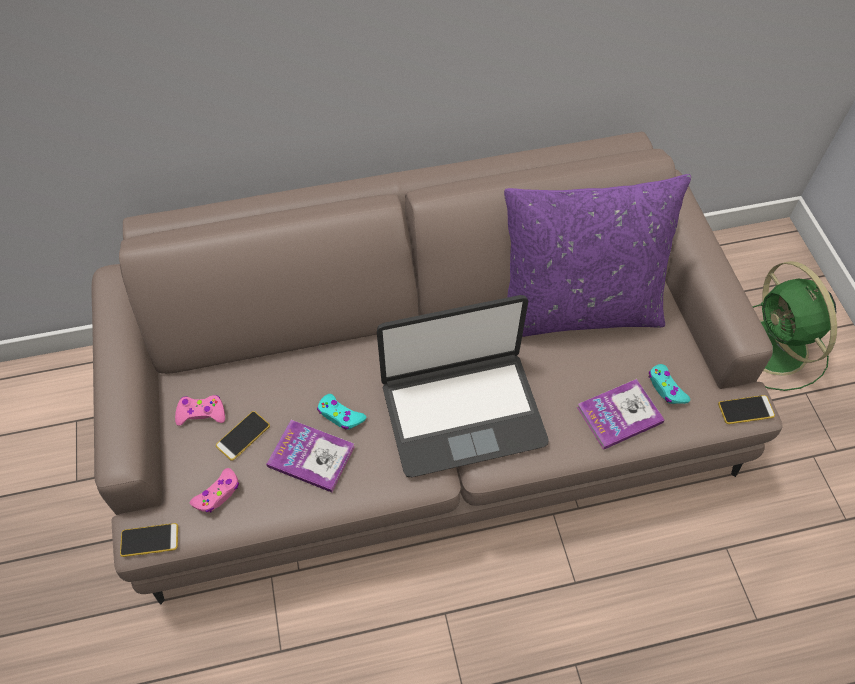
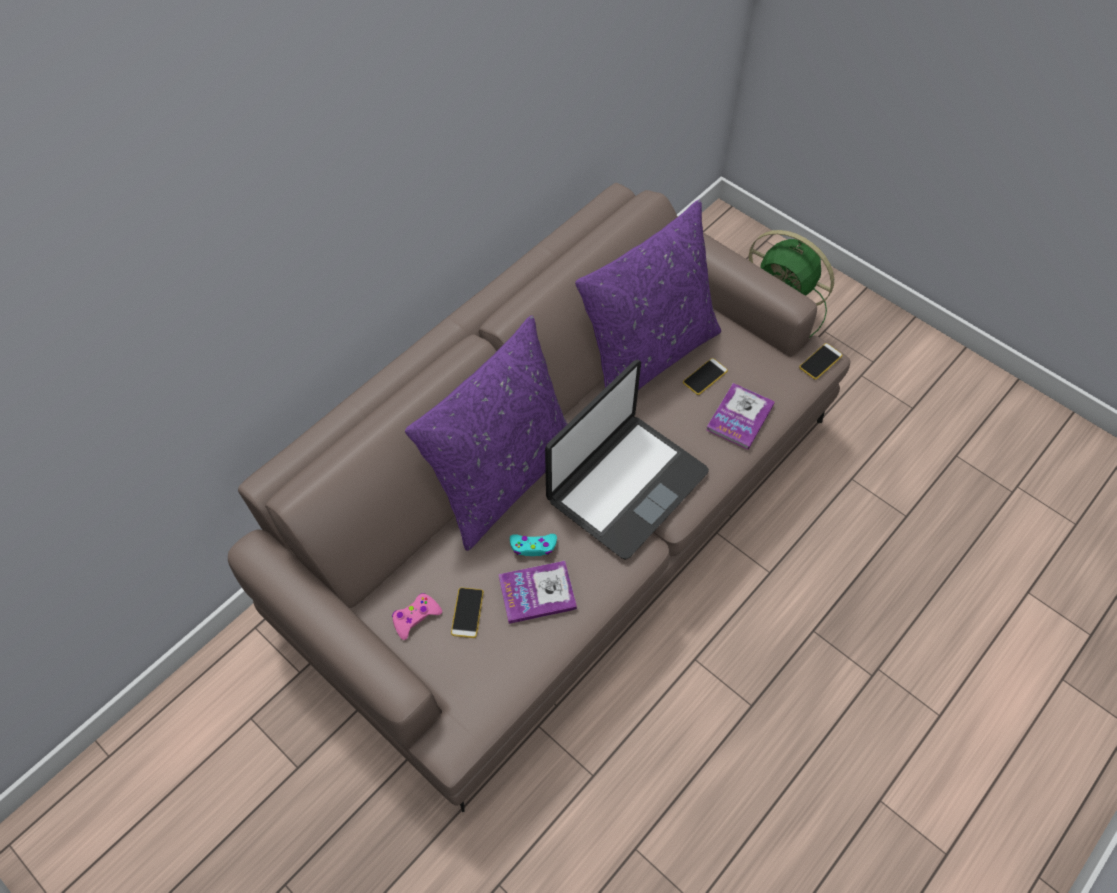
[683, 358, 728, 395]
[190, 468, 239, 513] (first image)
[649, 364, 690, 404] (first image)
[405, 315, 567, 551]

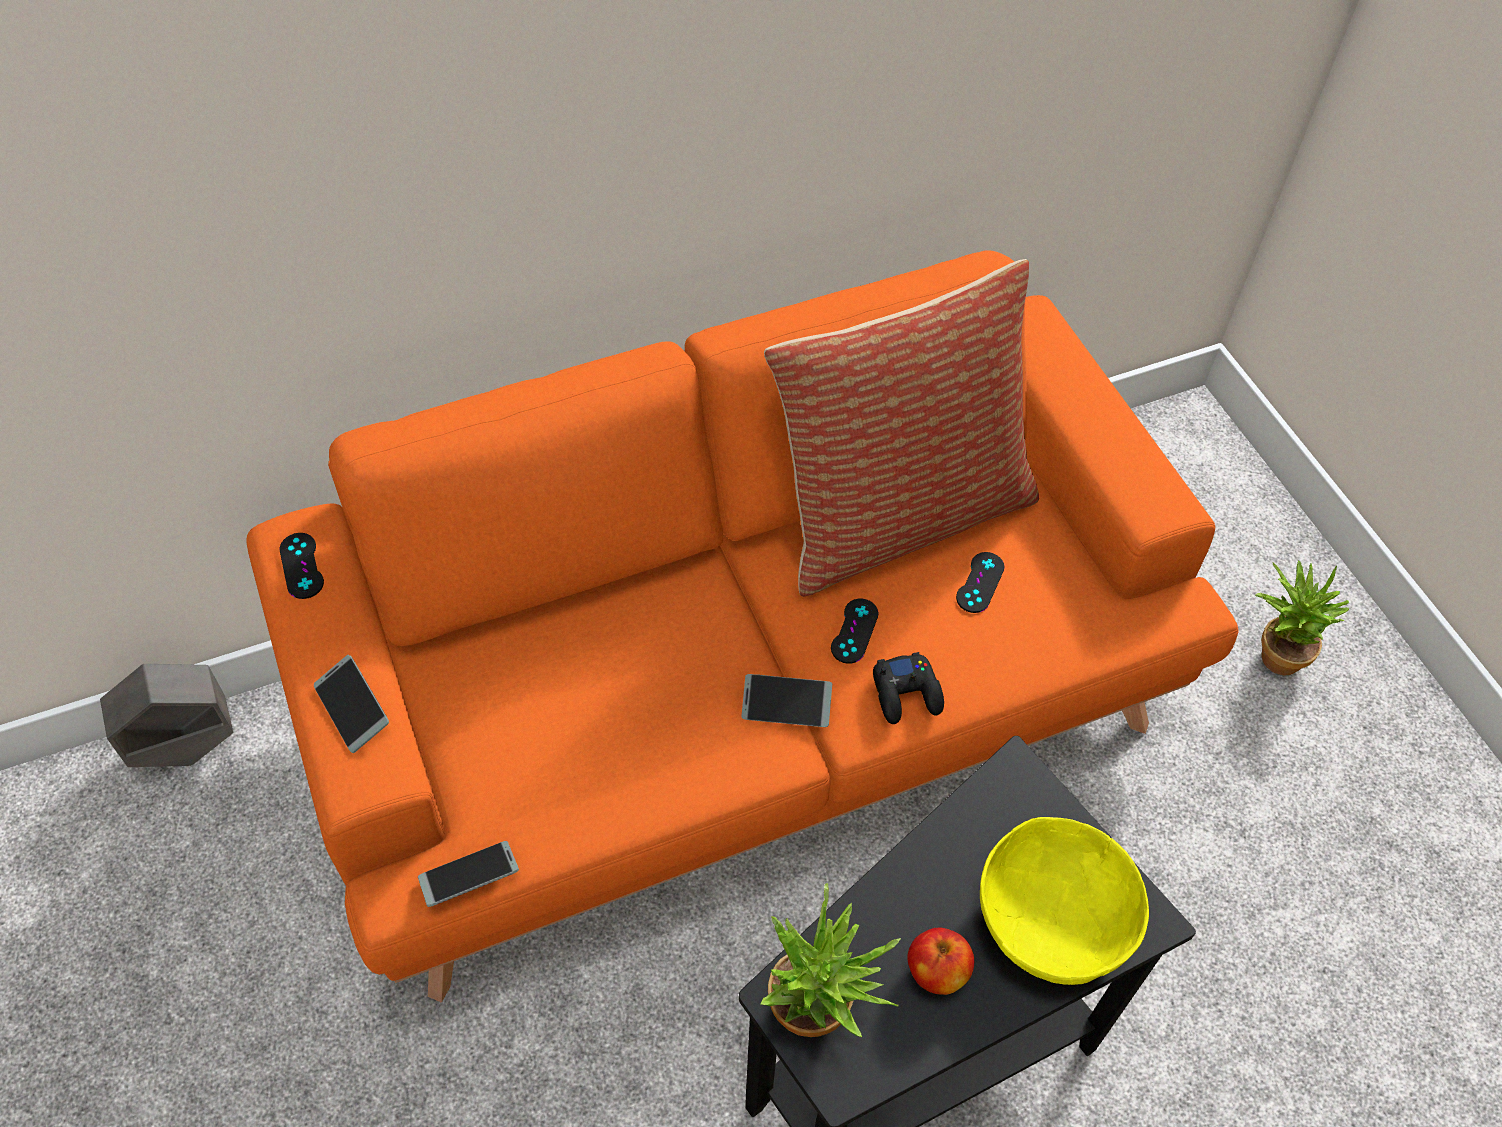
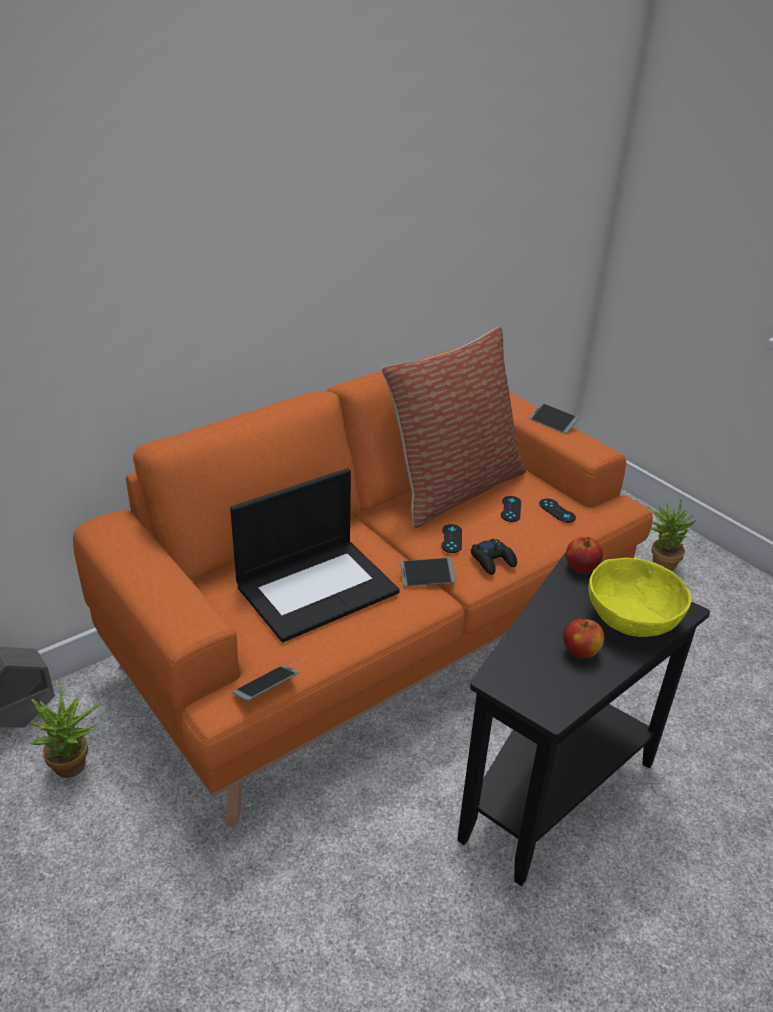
[539, 499, 576, 523]
[529, 403, 579, 434]
[29, 684, 100, 778]
[230, 468, 400, 643]
[566, 537, 603, 574]

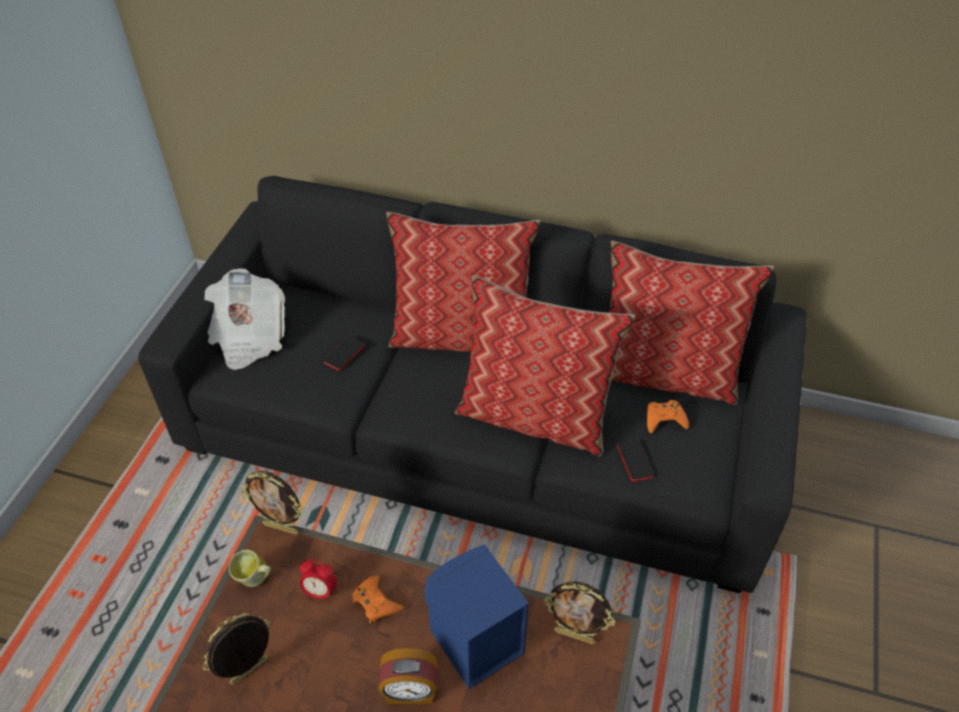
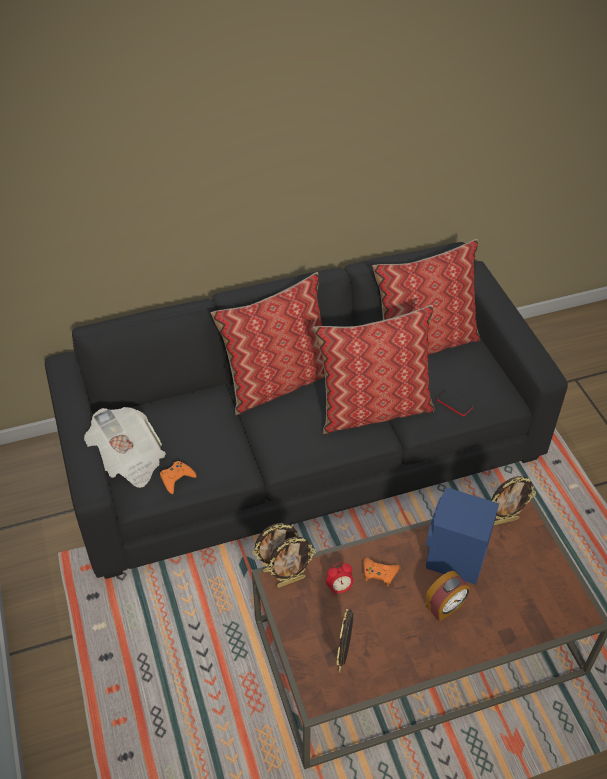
[229, 549, 271, 587] (first image)
[324, 336, 365, 371] (first image)
[160, 461, 197, 494]
[266, 537, 316, 588]

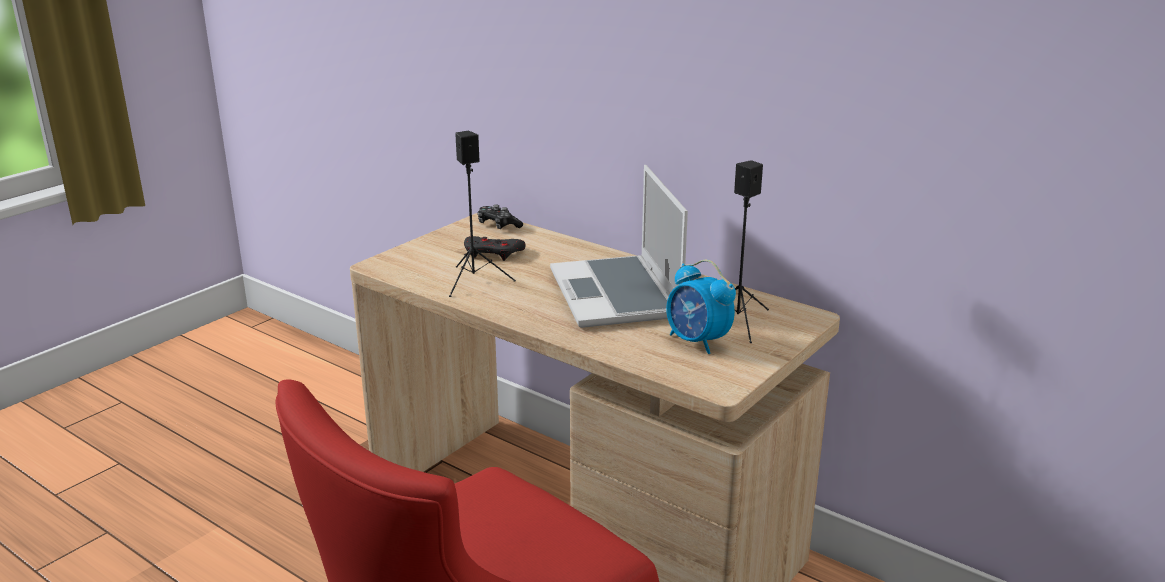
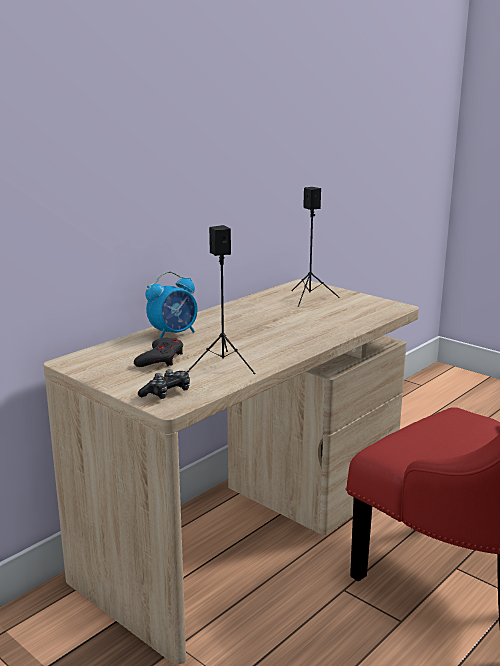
[138, 369, 190, 399]
[550, 165, 688, 328] (first image)
[145, 271, 198, 339]

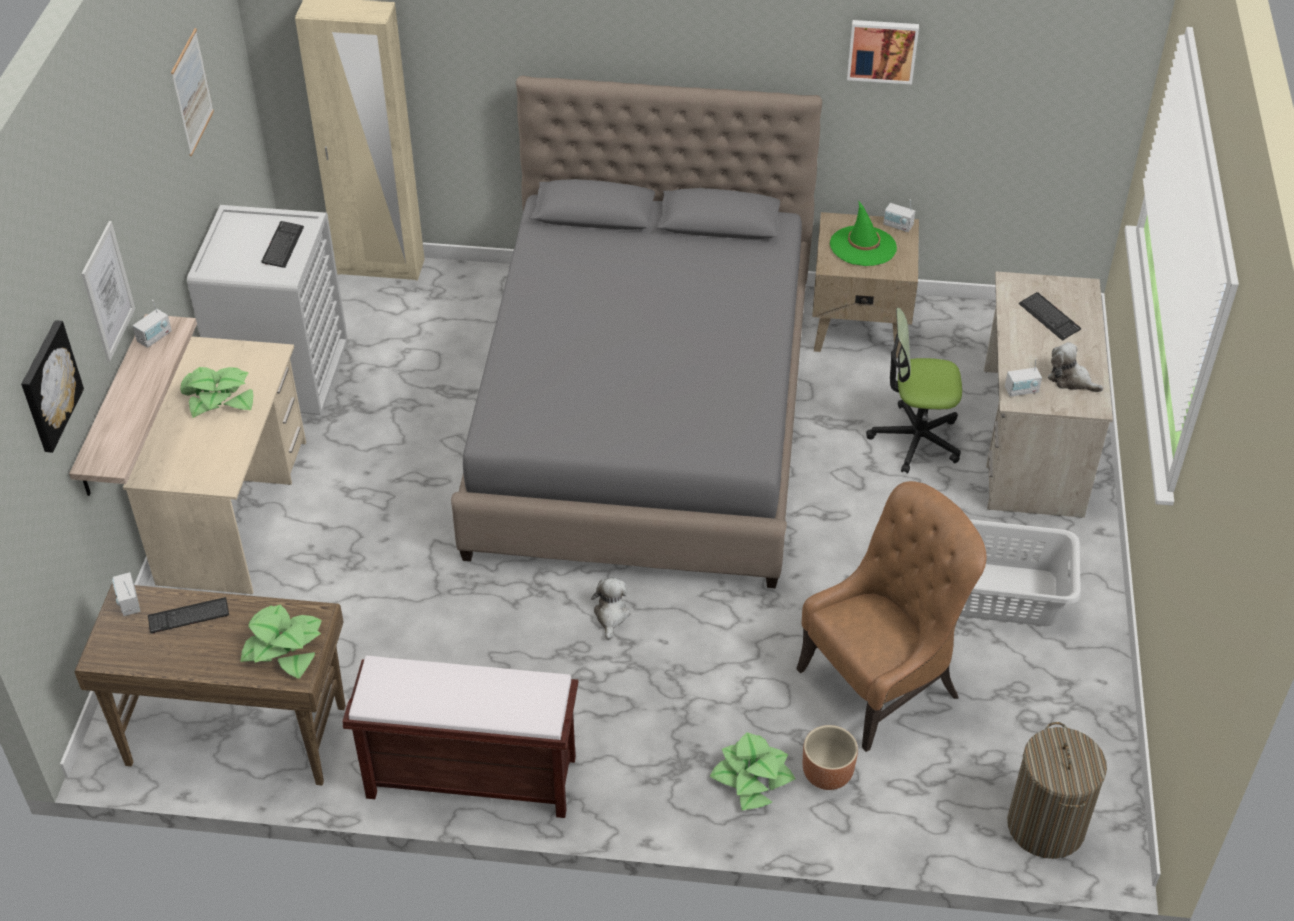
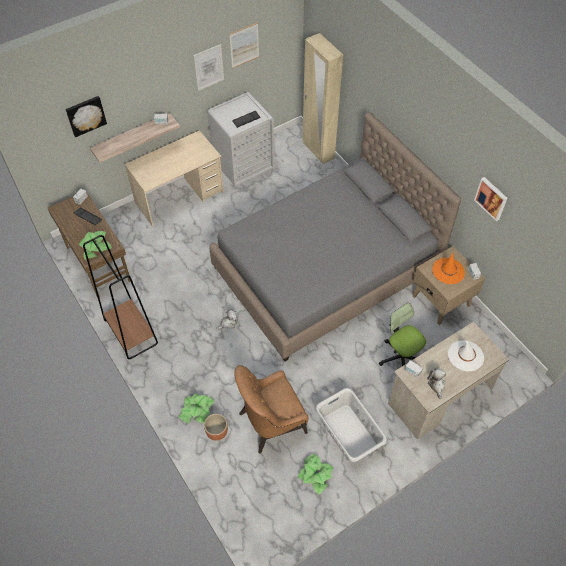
[193, 44, 224, 91]
[297, 454, 334, 494]
[83, 235, 158, 359]
[234, 365, 309, 454]
[432, 253, 465, 284]
[1007, 722, 1107, 859] (first image)
[448, 340, 484, 371]

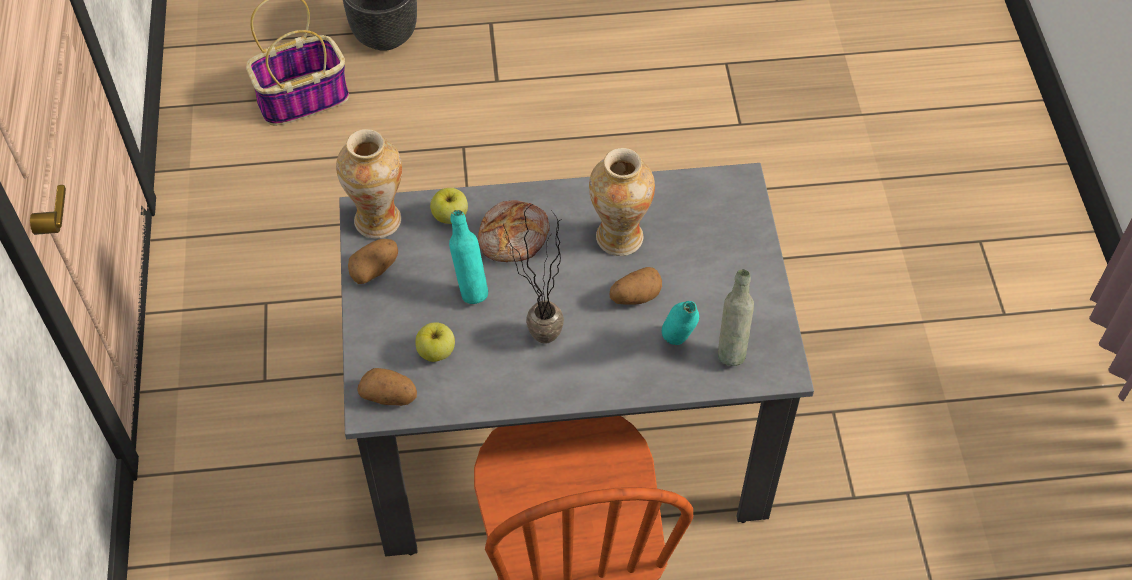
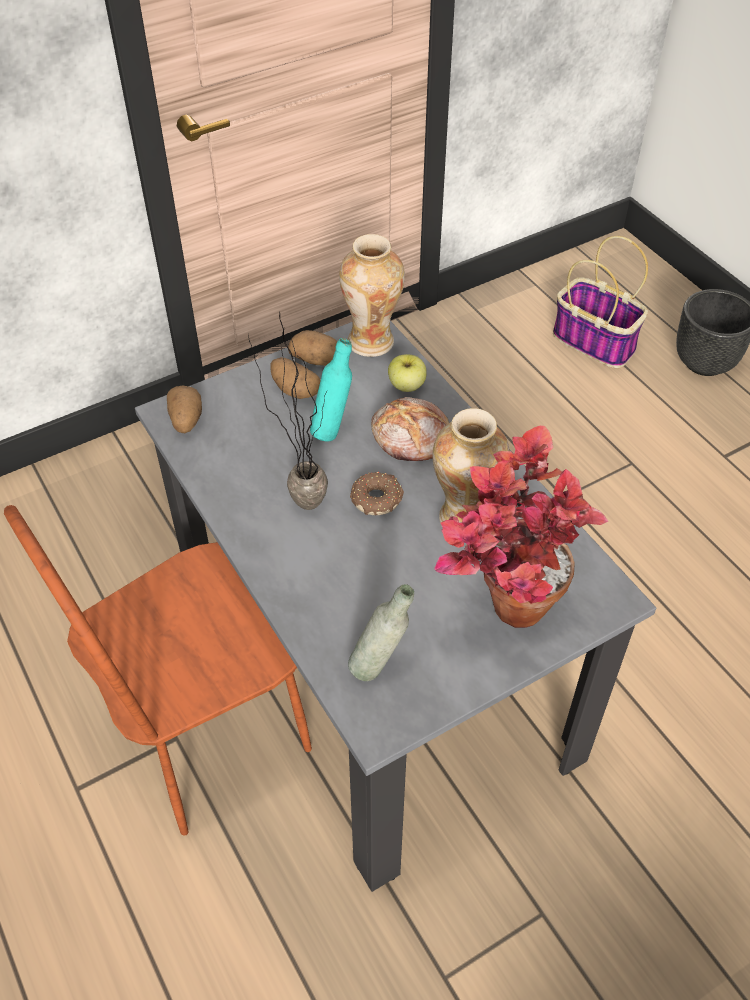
[416, 322, 455, 362] (first image)
[270, 357, 321, 399]
[662, 301, 699, 345] (first image)
[350, 472, 404, 515]
[434, 426, 608, 628]

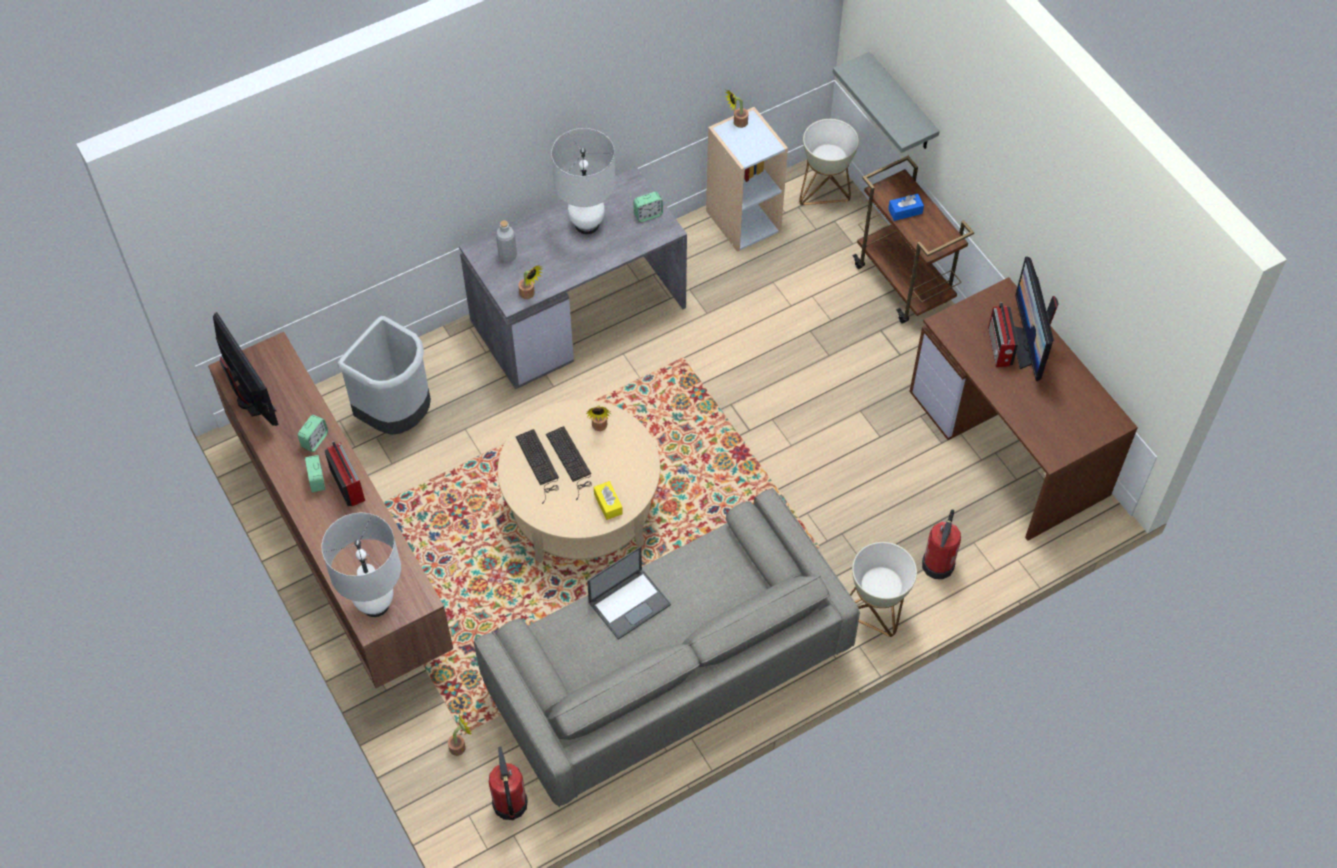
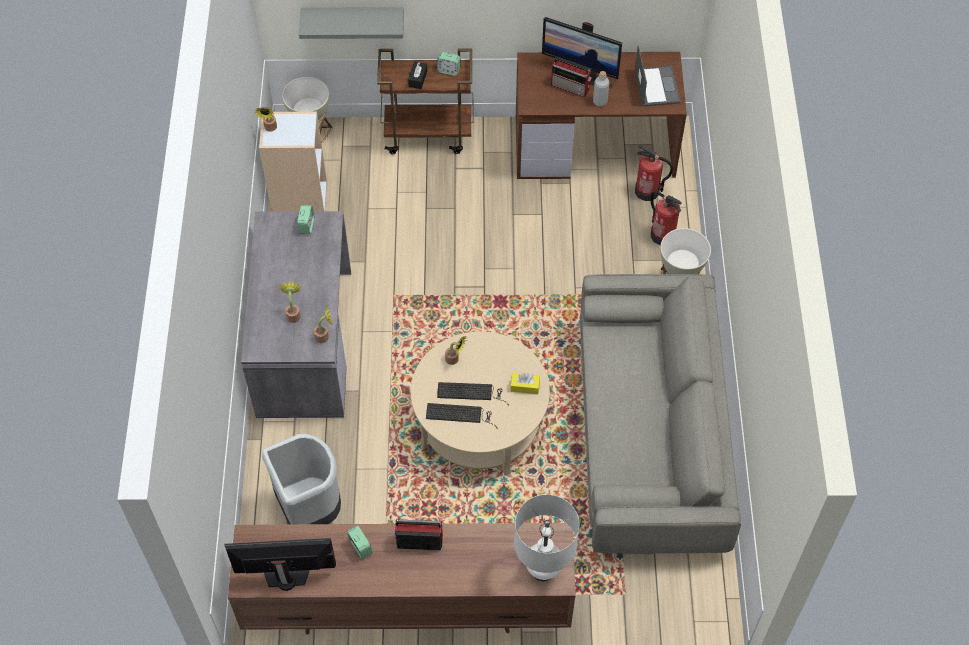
[437, 52, 460, 76]
[279, 282, 301, 323]
[635, 145, 673, 201]
[593, 71, 609, 106]
[551, 128, 616, 234] (first image)
[635, 46, 680, 107]
[408, 61, 427, 89]

